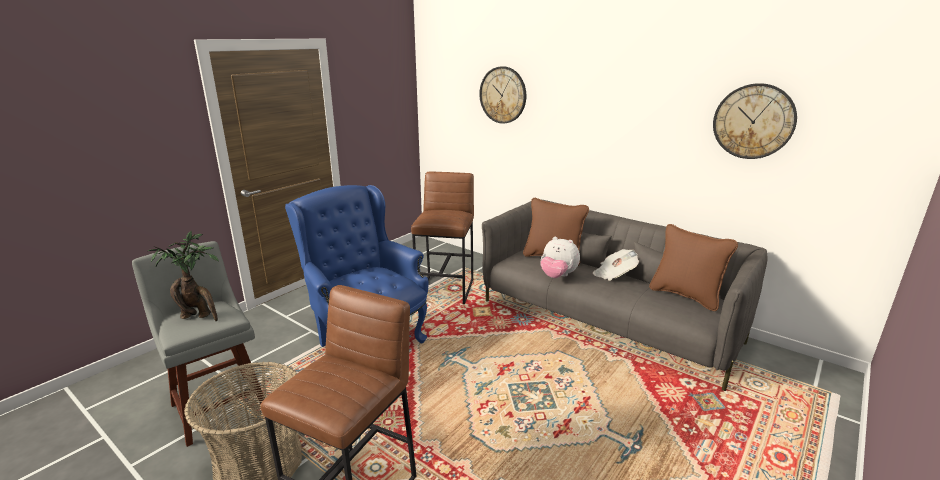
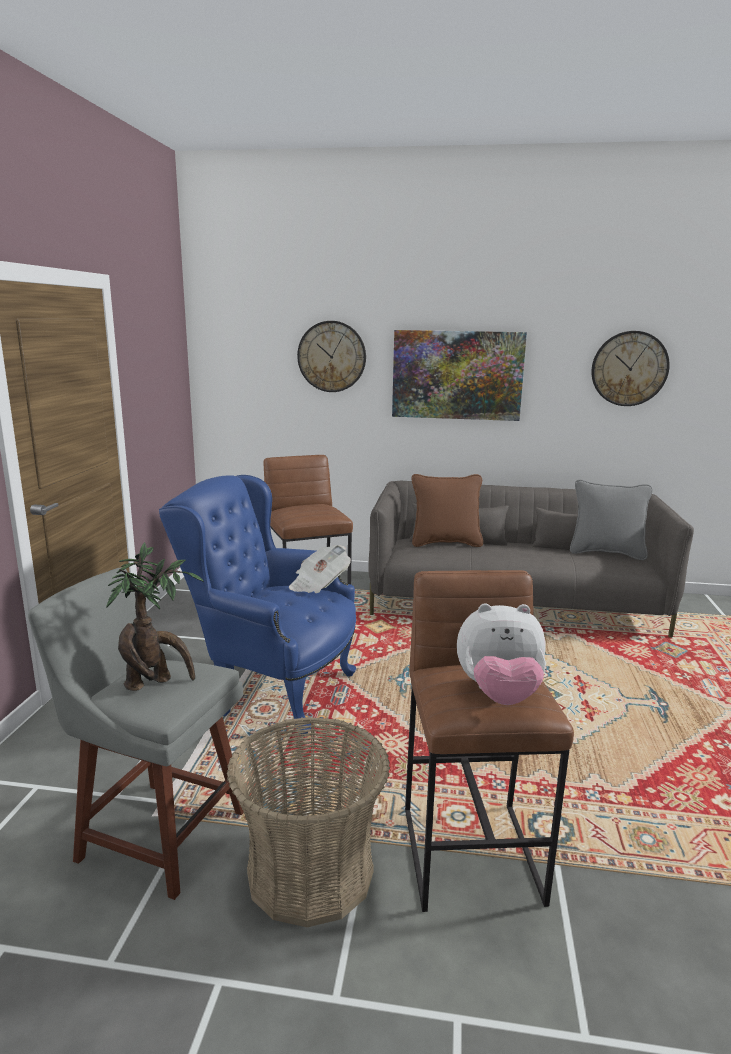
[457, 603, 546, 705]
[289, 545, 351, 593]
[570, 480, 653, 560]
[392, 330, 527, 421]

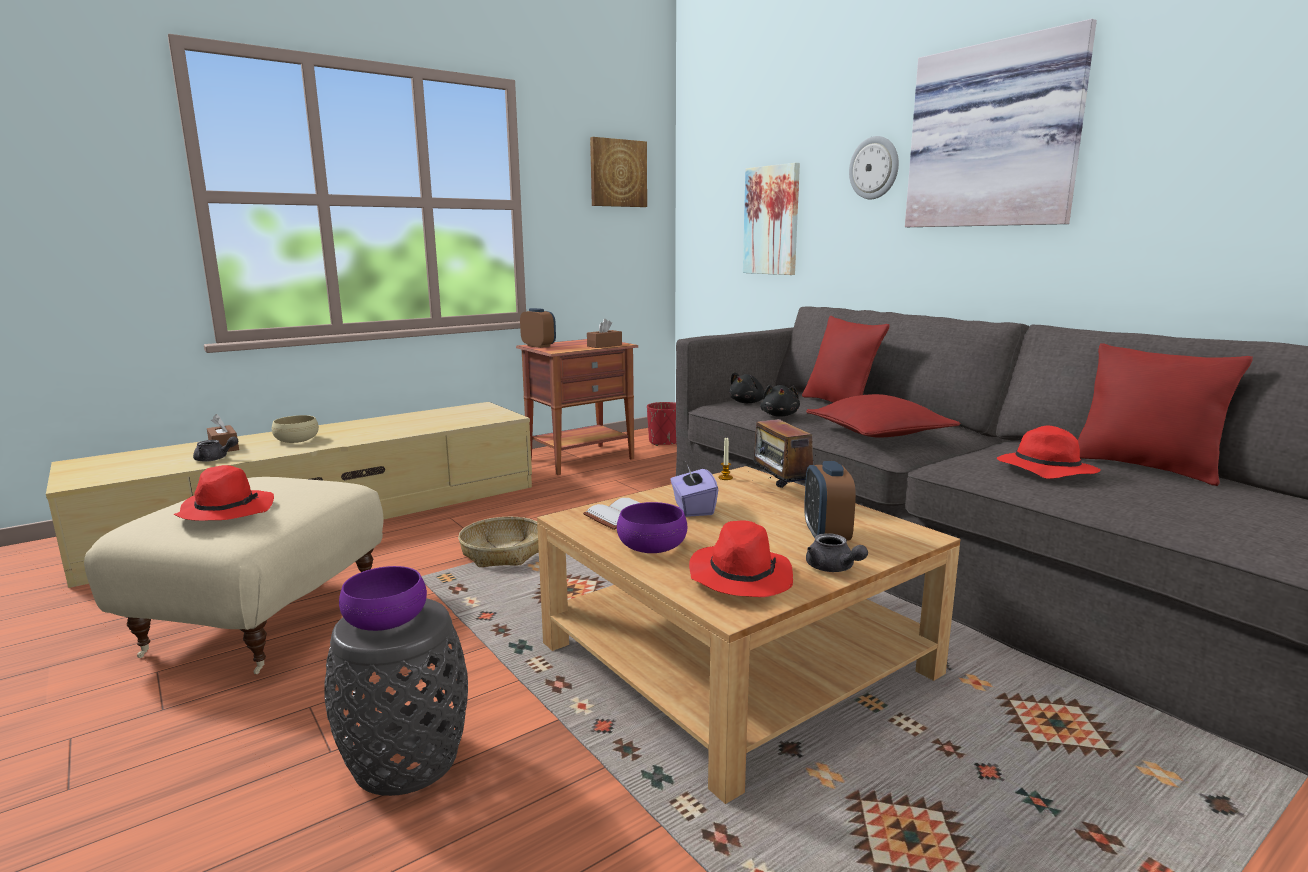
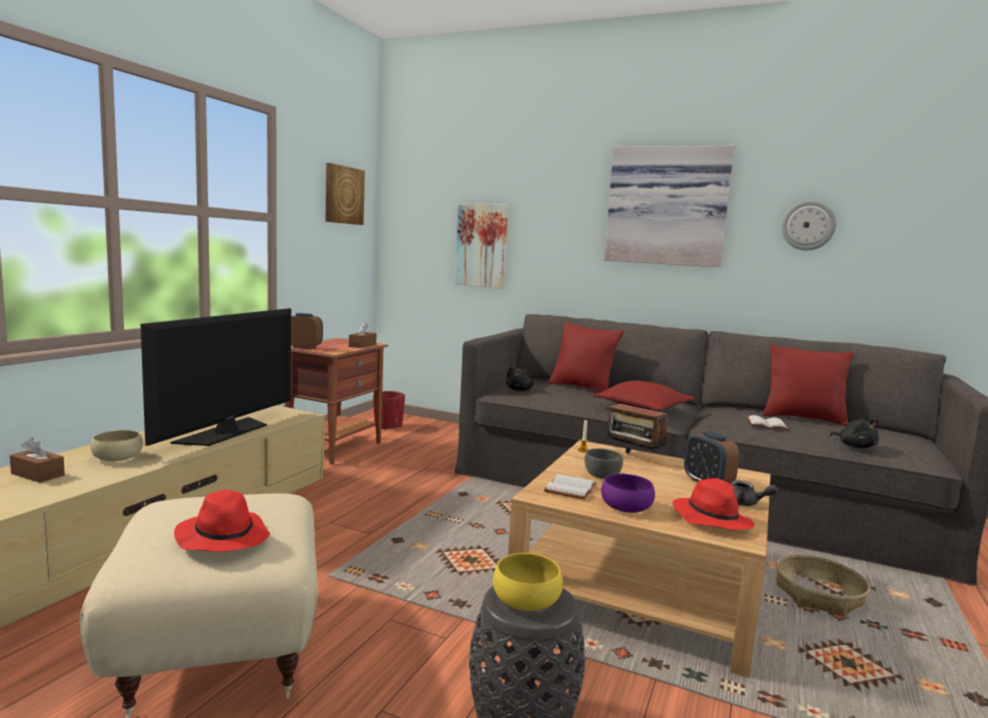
[193, 436, 238, 462] (first image)
[493, 553, 563, 611]
[776, 554, 870, 617]
[584, 448, 623, 479]
[830, 419, 879, 448]
[781, 200, 837, 251]
[746, 415, 790, 430]
[141, 308, 291, 446]

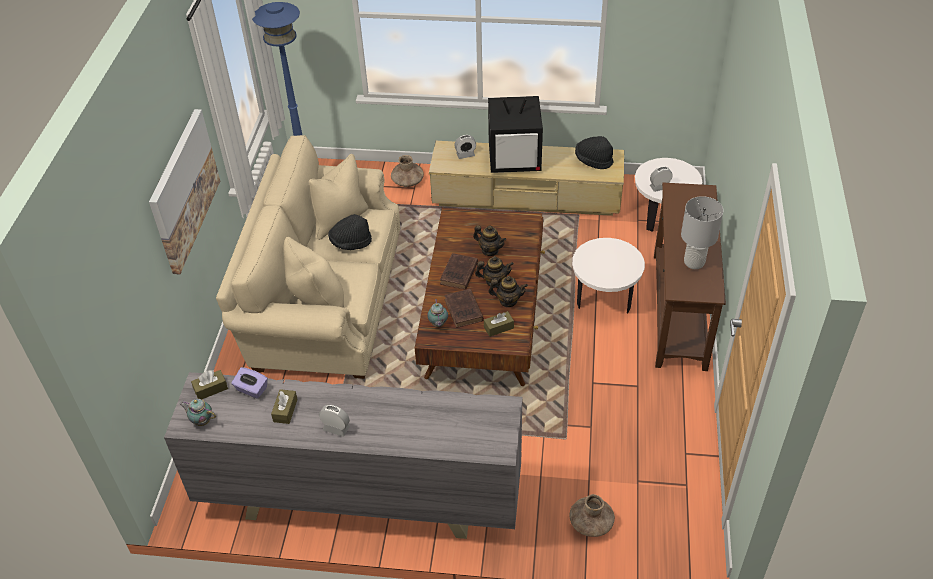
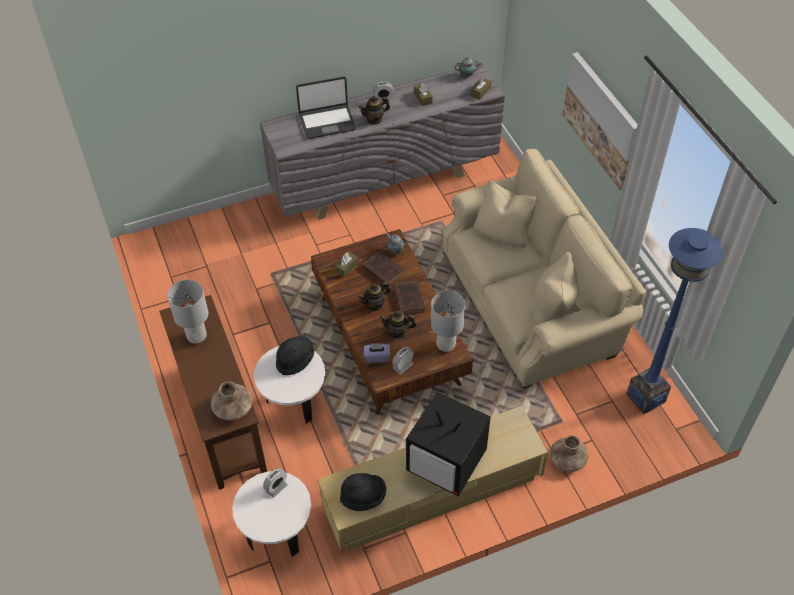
[364, 343, 390, 363]
[276, 336, 314, 375]
[392, 347, 413, 375]
[406, 391, 491, 496]
[359, 96, 390, 125]
[211, 381, 253, 421]
[296, 77, 356, 139]
[431, 291, 465, 352]

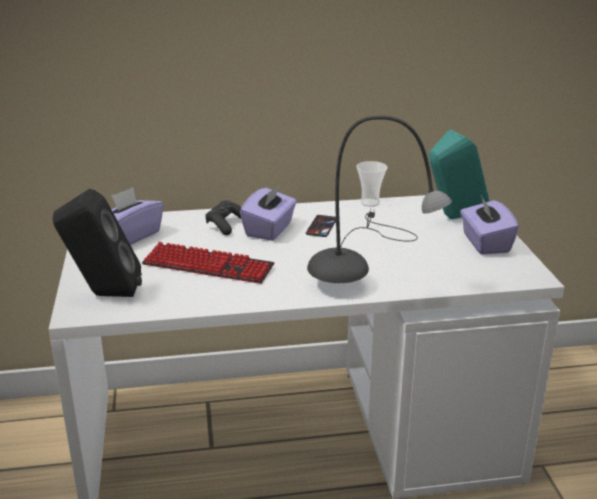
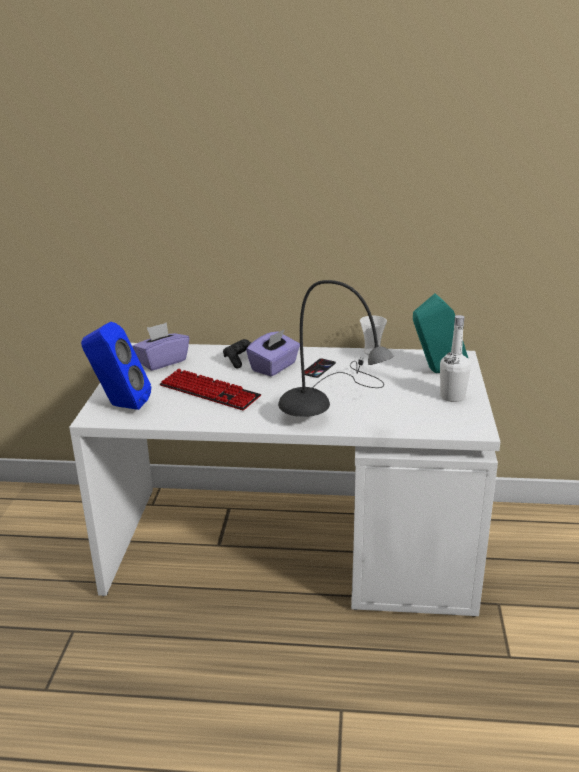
[81, 322, 151, 410]
[440, 315, 471, 402]

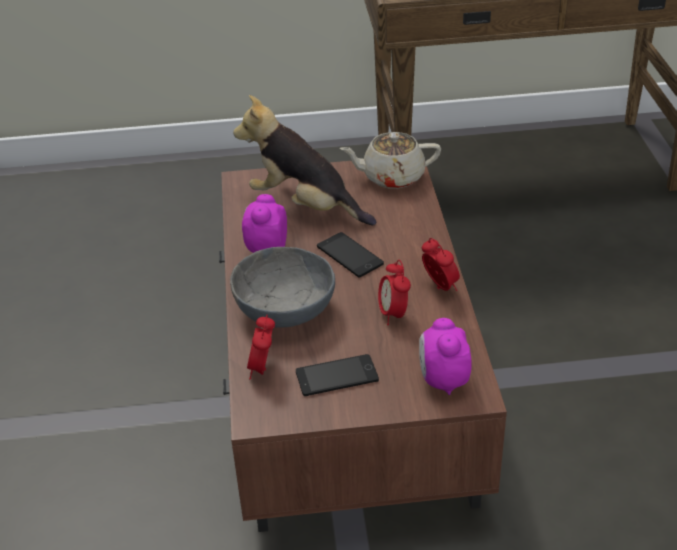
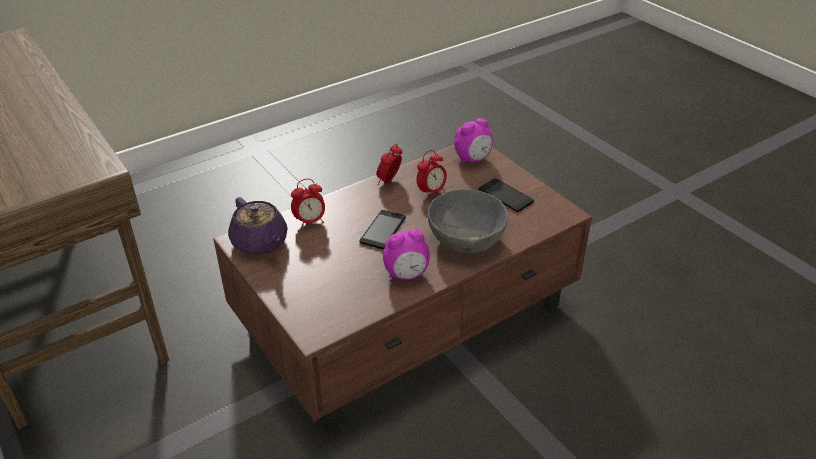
[233, 95, 376, 226] (first image)
[291, 179, 325, 229]
[228, 197, 288, 255]

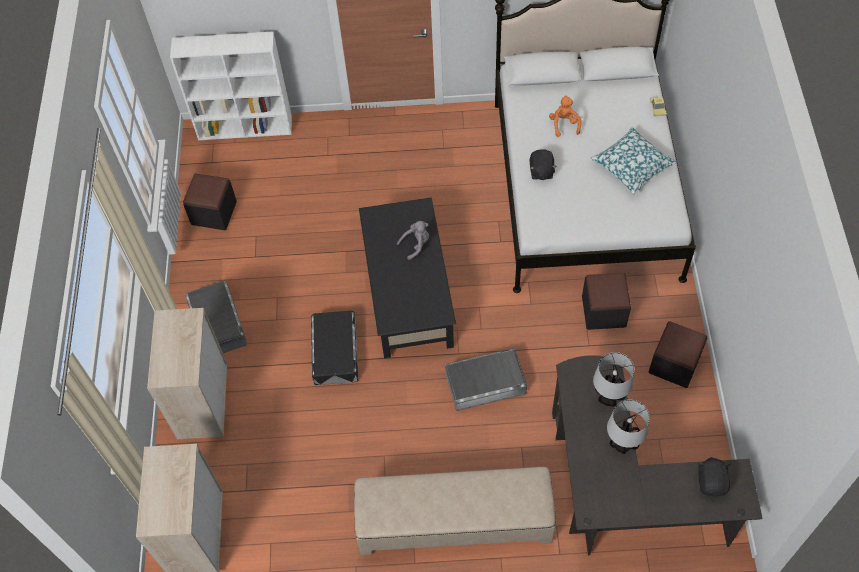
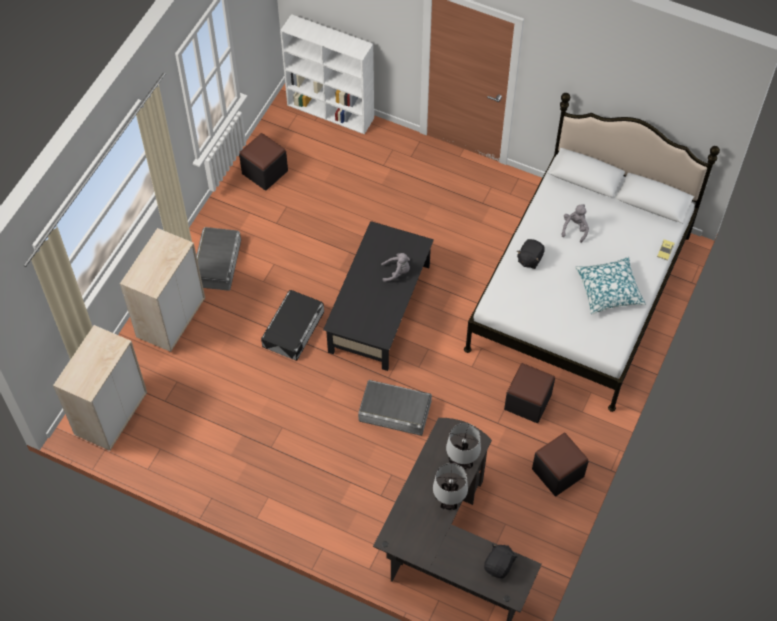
[354, 467, 556, 555] (first image)
[562, 204, 589, 243]

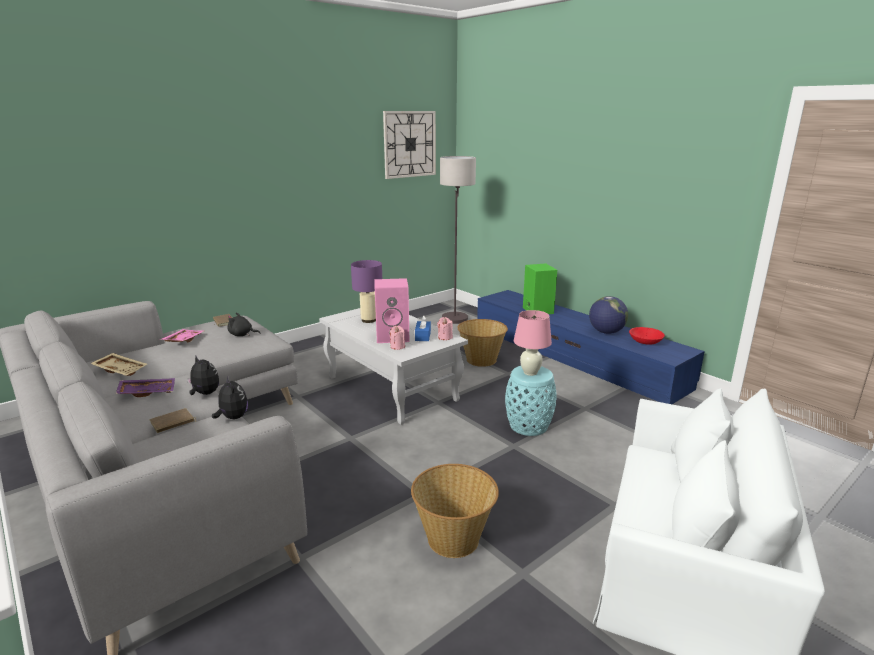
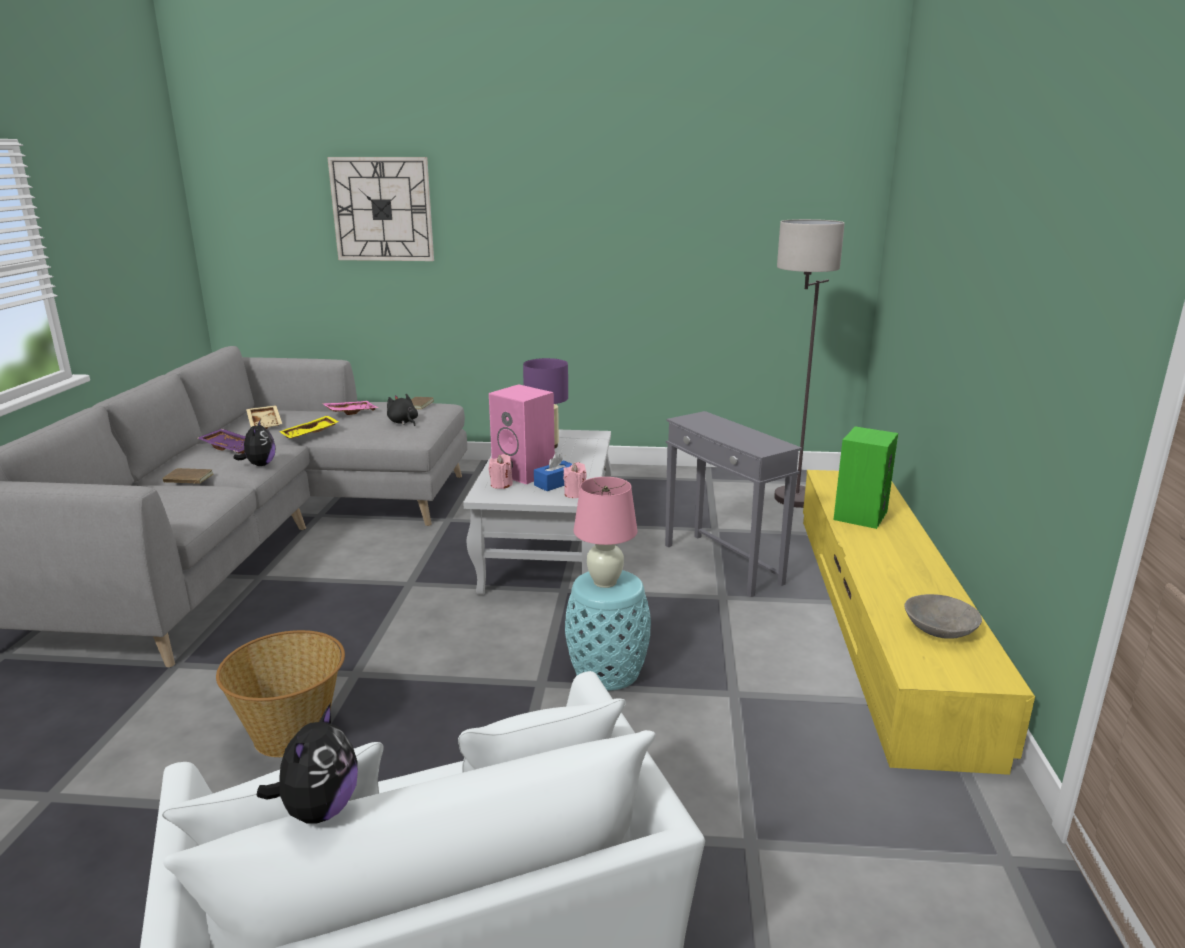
[257, 703, 358, 824]
[327, 157, 434, 261]
[665, 411, 802, 597]
[803, 470, 1035, 775]
[589, 296, 628, 334] (first image)
[905, 594, 982, 639]
[279, 415, 339, 438]

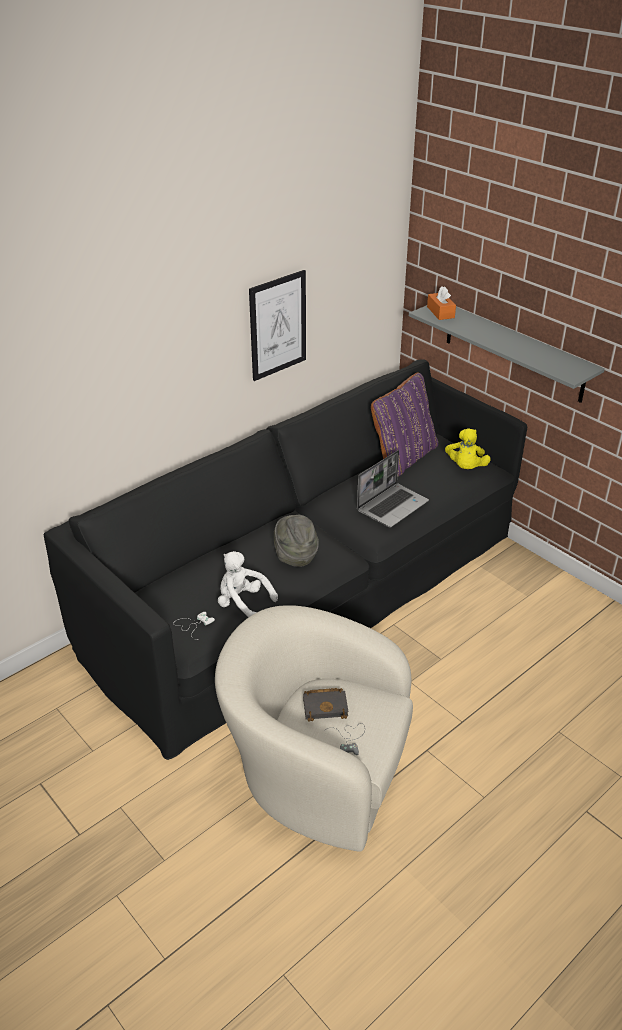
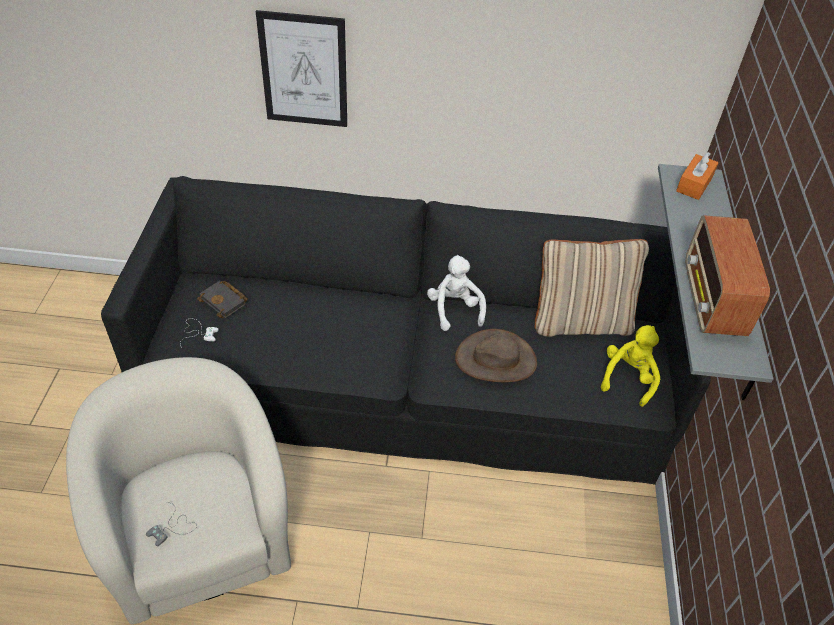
[427, 255, 486, 331]
[256, 10, 347, 127]
[274, 514, 319, 567] (first image)
[197, 281, 248, 318]
[455, 329, 537, 382]
[534, 239, 649, 337]
[601, 325, 660, 407]
[686, 215, 770, 336]

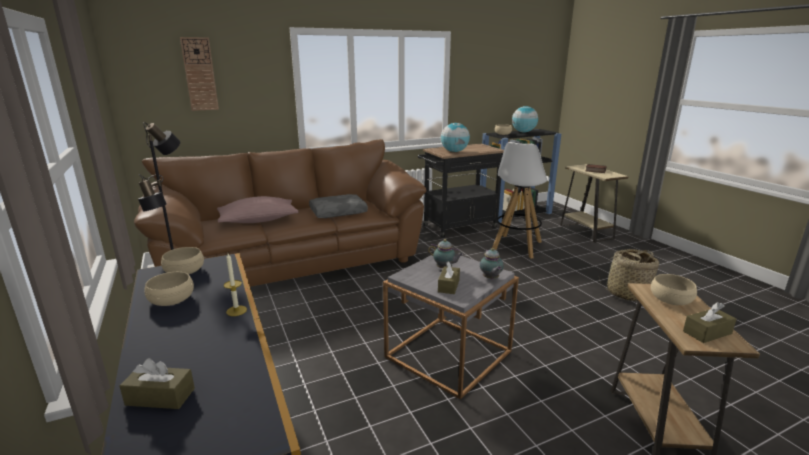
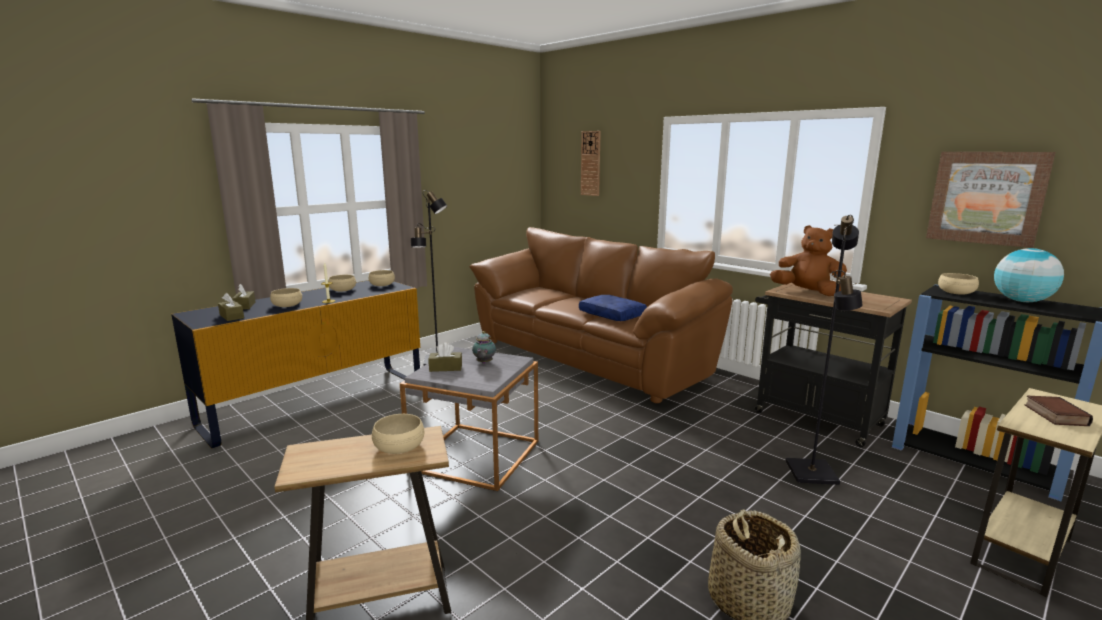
[217, 196, 298, 223] (first image)
[579, 295, 647, 321]
[770, 225, 847, 296]
[480, 248, 504, 280] (first image)
[786, 215, 863, 485]
[218, 293, 244, 321]
[270, 288, 302, 307]
[926, 152, 1056, 248]

